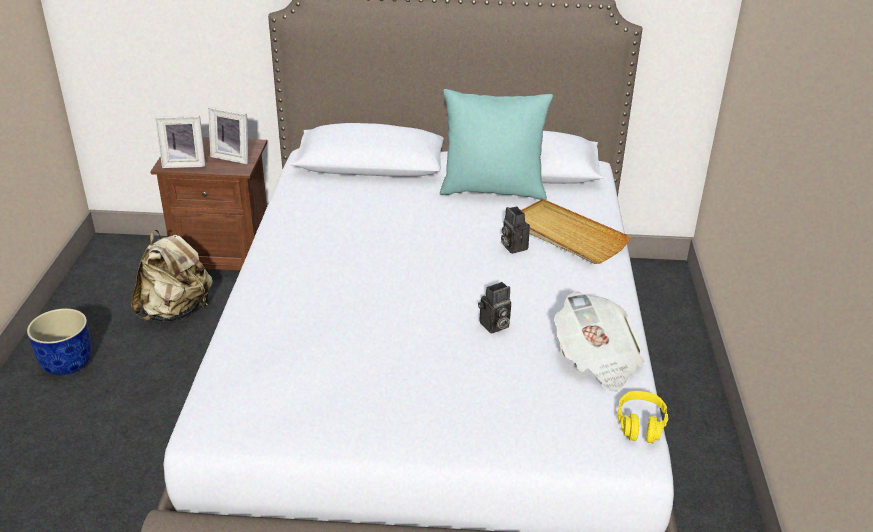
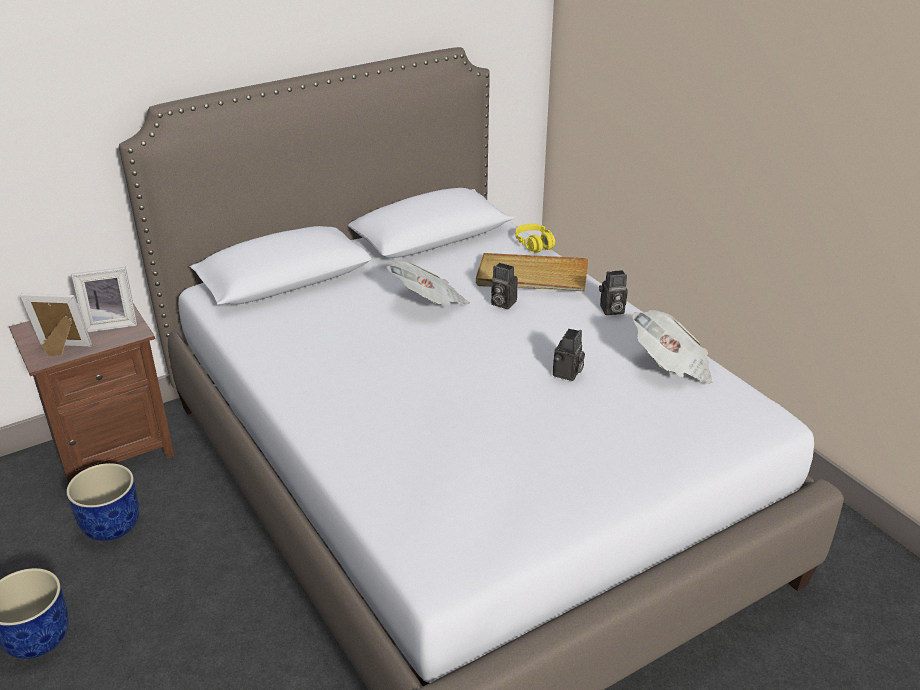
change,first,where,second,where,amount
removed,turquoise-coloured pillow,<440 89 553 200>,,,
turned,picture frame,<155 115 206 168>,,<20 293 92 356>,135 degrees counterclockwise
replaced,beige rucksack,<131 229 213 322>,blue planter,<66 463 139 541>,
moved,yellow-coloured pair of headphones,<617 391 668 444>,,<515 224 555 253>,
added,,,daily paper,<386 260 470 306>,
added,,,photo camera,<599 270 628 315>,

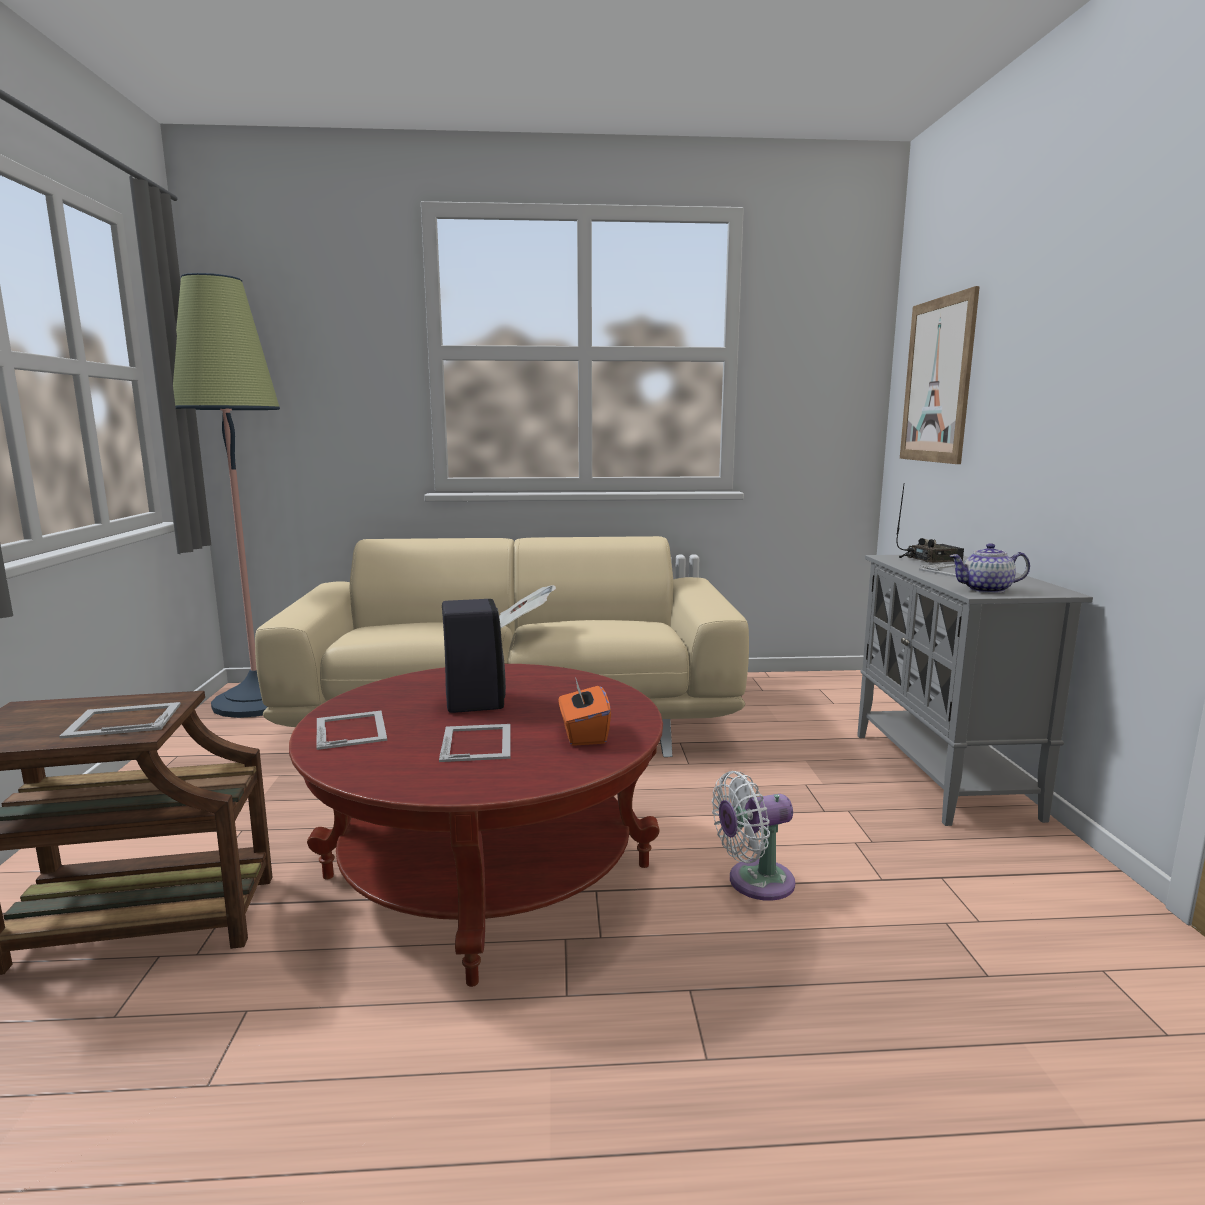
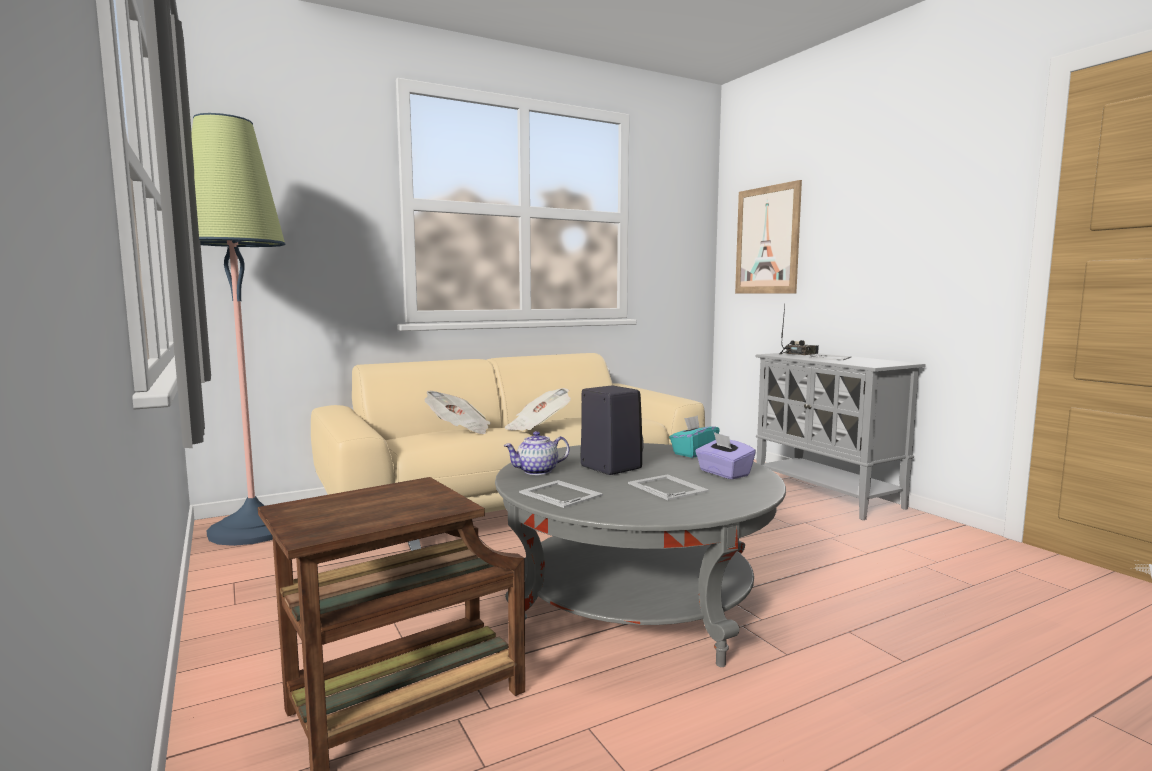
change,first,where,second,where,amount
moved,pot for tea,<950 543 1030 593>,,<504 431 569 475>,
recoloured,red low table,<289 664 663 987>,gray low table,<495 443 786 667>,
recoloured,orange-coloured tissue box,<559 677 611 746>,purplish tissue box,<695 432 756 479>,
removed,picture frame,<59 702 181 739>,,,
removed,white-coloured cooling fan,<712 771 795 901>,,,
added,,,daily paper,<424 391 491 434>,
added,,,turquoise-coloured tissue box,<669 415 720 458>,

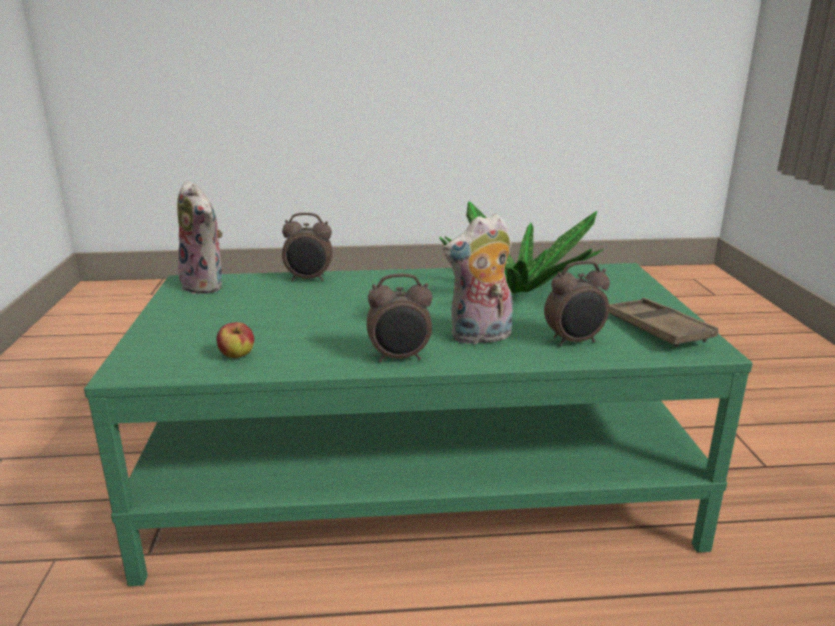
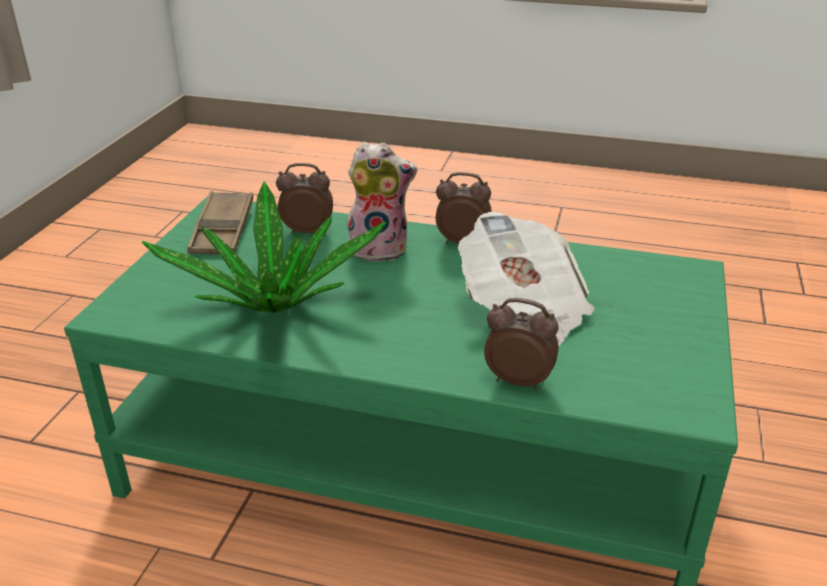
change,first,where,second,where,amount
removed,soft toy,<177 180 223 294>,,,
removed,whole apple,<217 322 254 358>,,,
added,,,daily paper,<458 211 595 346>,

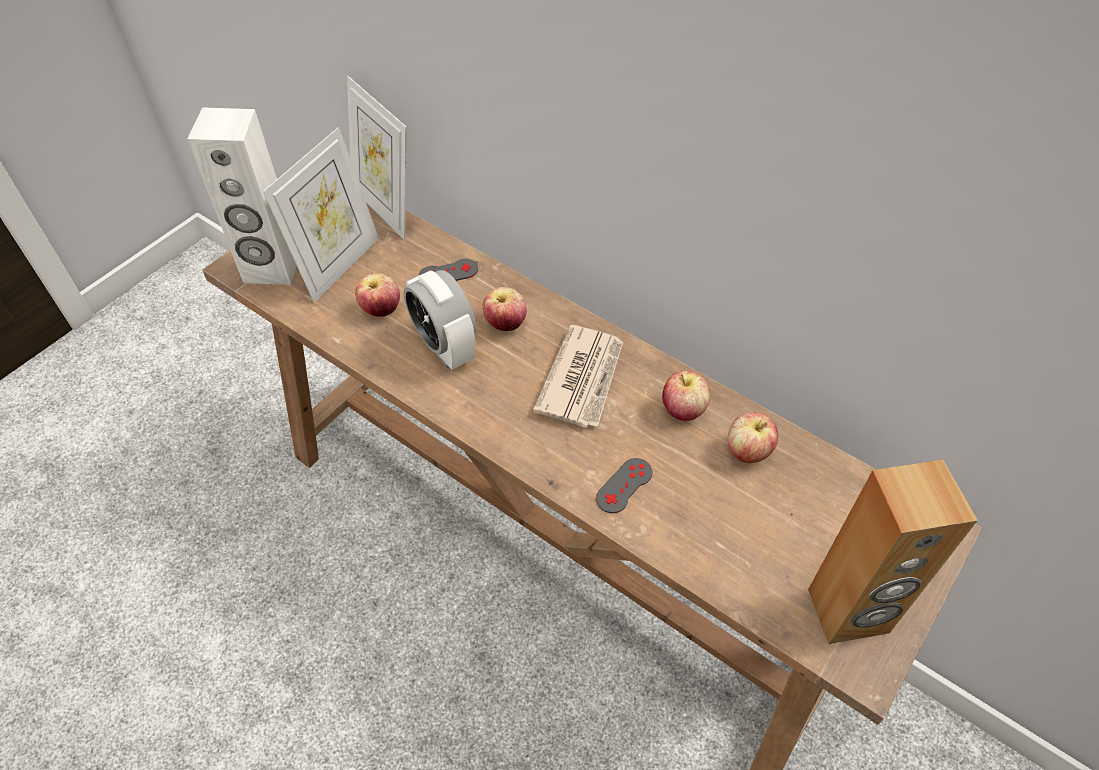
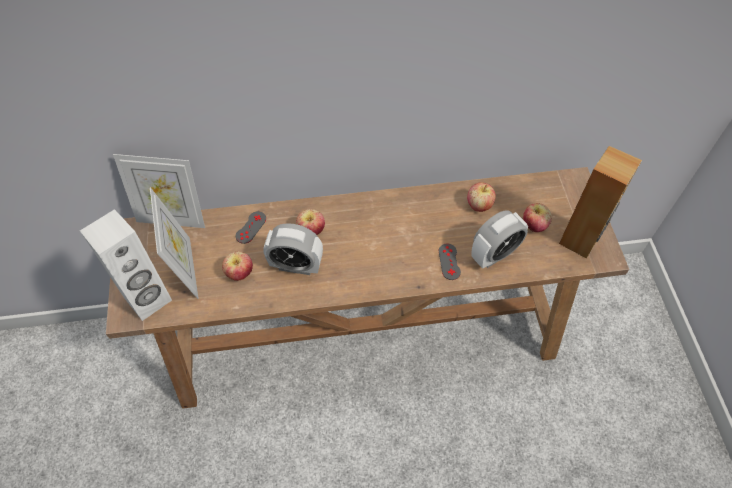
change,first,where,second,where,amount
removed,daily paper,<533 325 623 427>,,,
moved,whole apple,<662 371 710 421>,,<523 203 552 232>,
added,,,alarm clock,<471 210 528 269>,

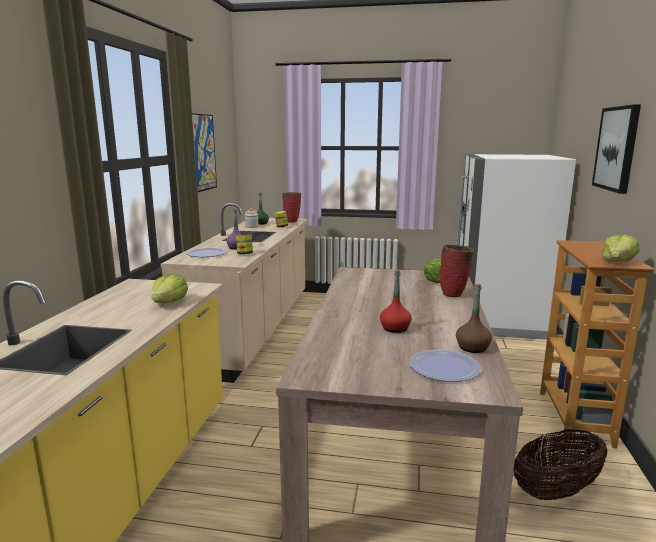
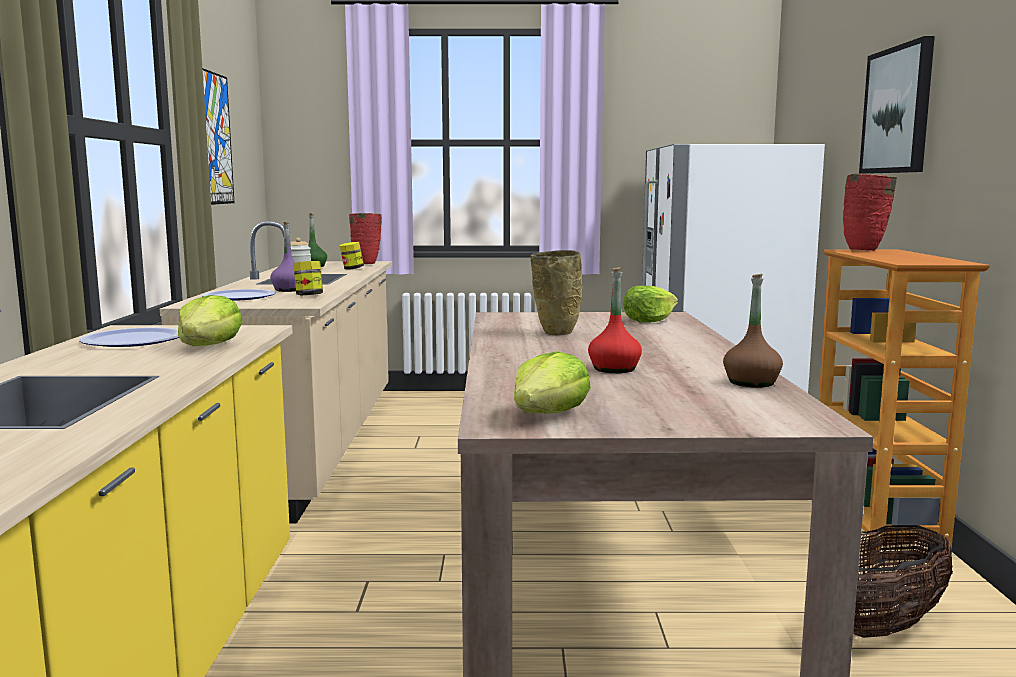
change,first,where,second,where,amount
moved,head of lettuce,<601 234 640 262>,,<514 351 591 413>,
moved,red vase,<440 245 474 297>,,<843 173 897 251>,
moved,plate,<409 350 482 382>,,<79 327 179 347>,
added,,,beige vase,<530 250 582 335>,

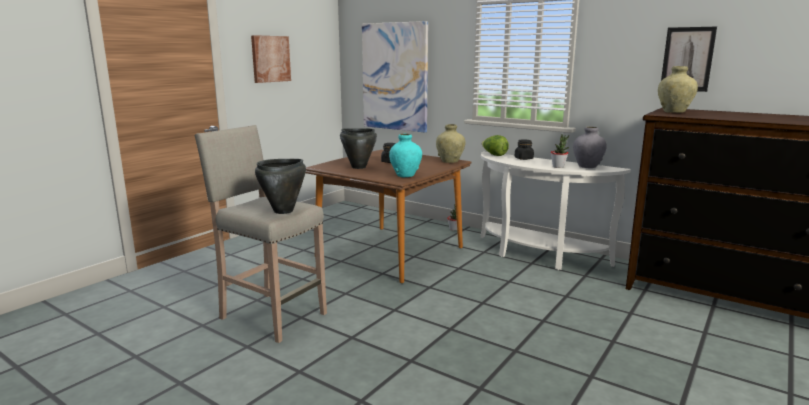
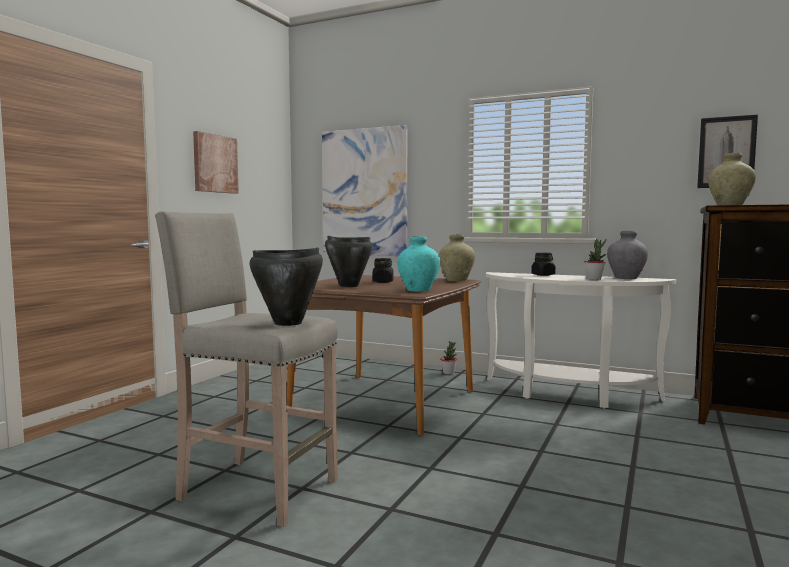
change,first,where,second,where,amount
removed,head of lettuce,<481 135 509 156>,,,

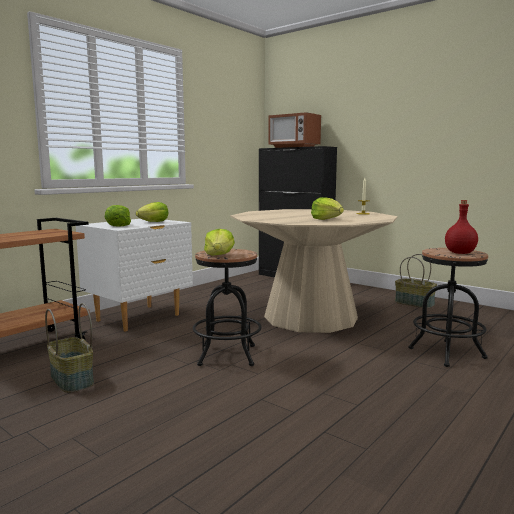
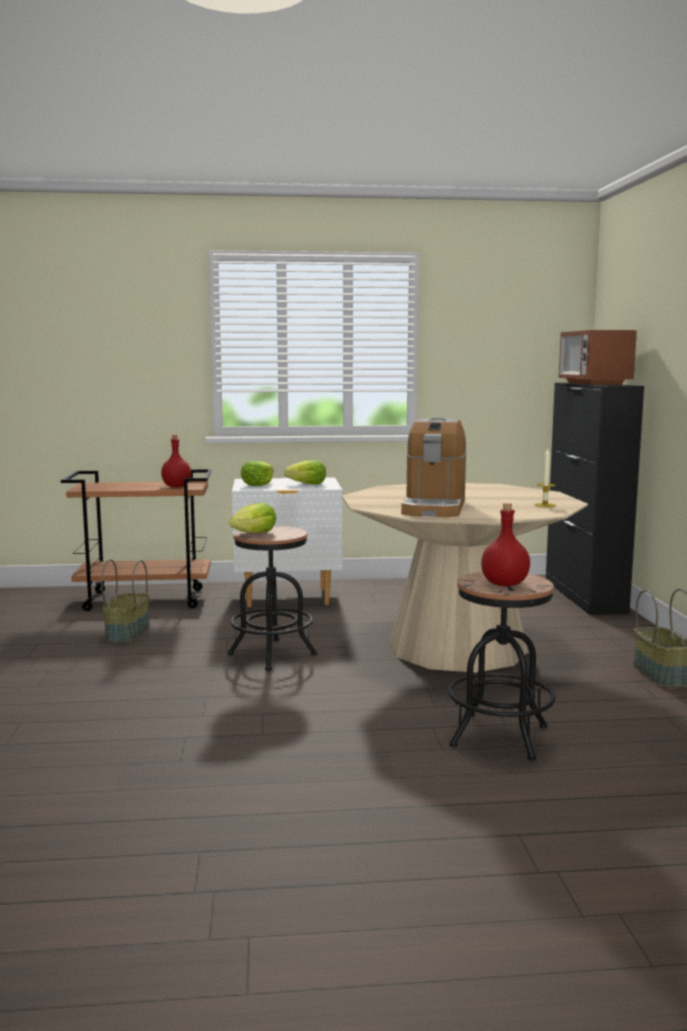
change,first,where,second,where,amount
replaced,head of lettuce,<311 197 344 220>,coffee brewer,<401 418 467 517>,
added,,,red beverage bottle,<161 435 191 487>,

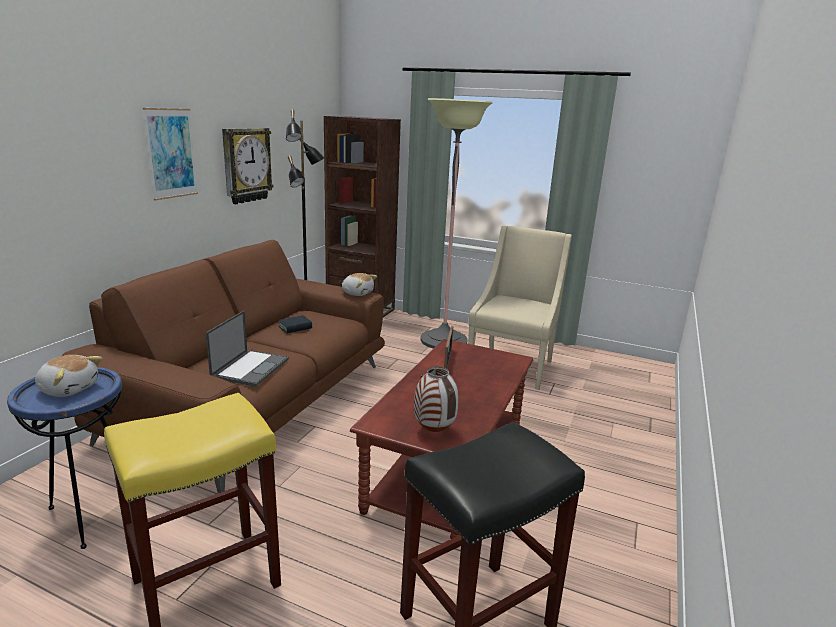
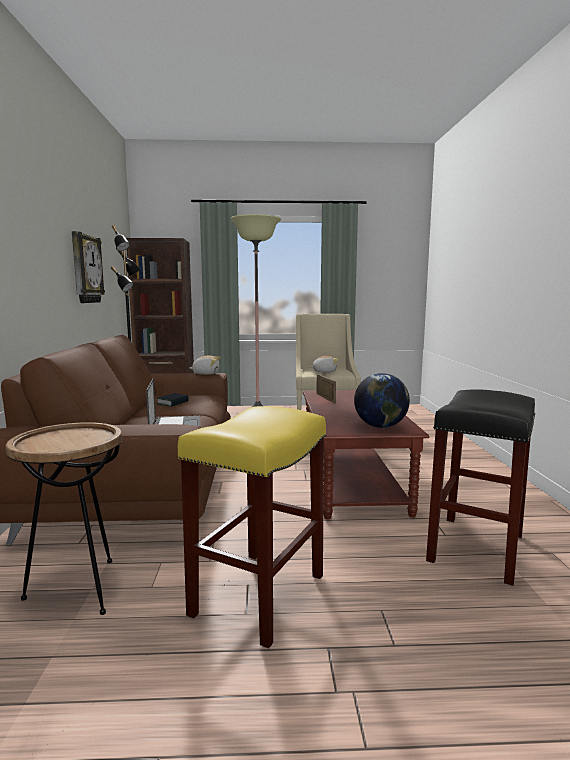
change,first,where,second,where,amount
removed,picture,<143 108 198 200>,,,
moved,soft toy,<35 355 102 397>,,<310 355 338 373>,
replaced,vase,<414 366 459 432>,desk globe,<354 373 410 428>,
recoloured,blue side table,<7 367 122 549>,brown side table,<5 422 122 615>,

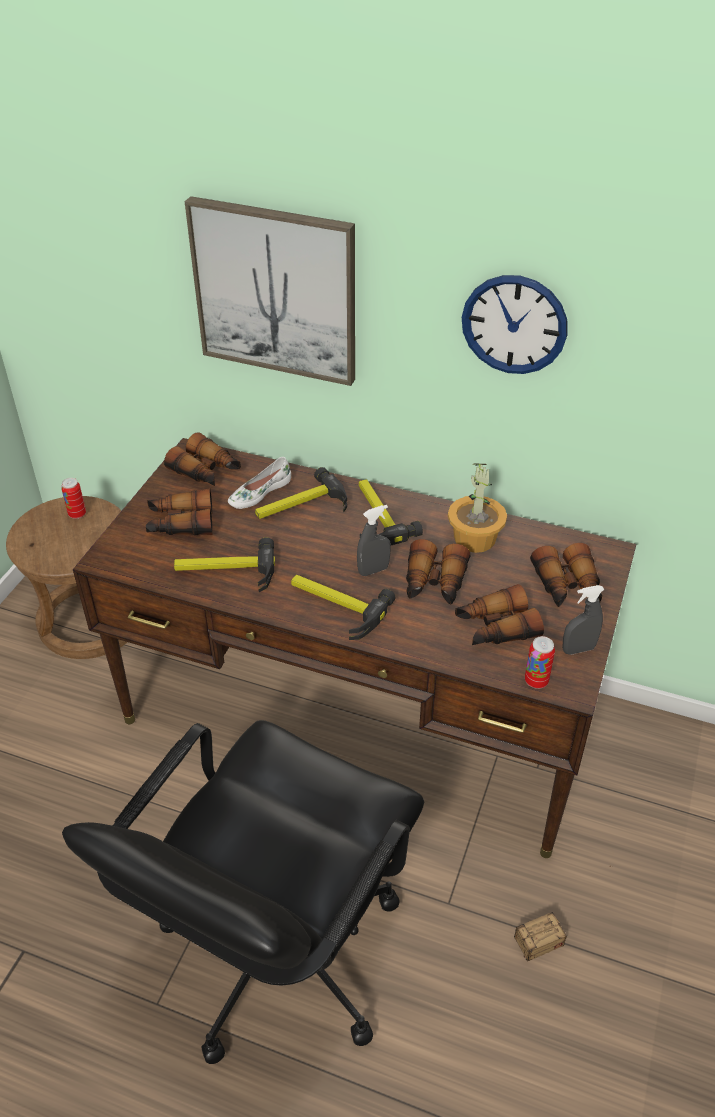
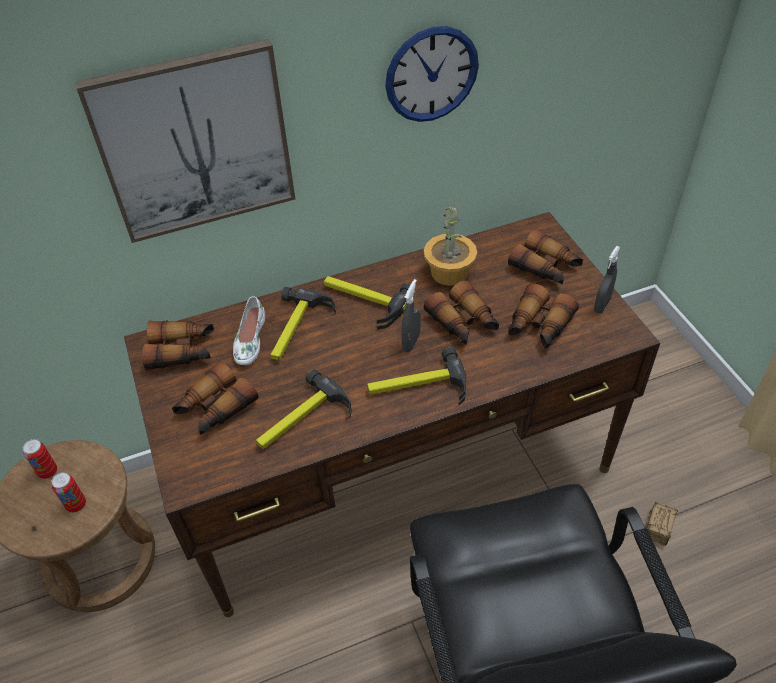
change,first,where,second,where,amount
moved,can,<525 636 555 689>,,<51 472 86 513>,

